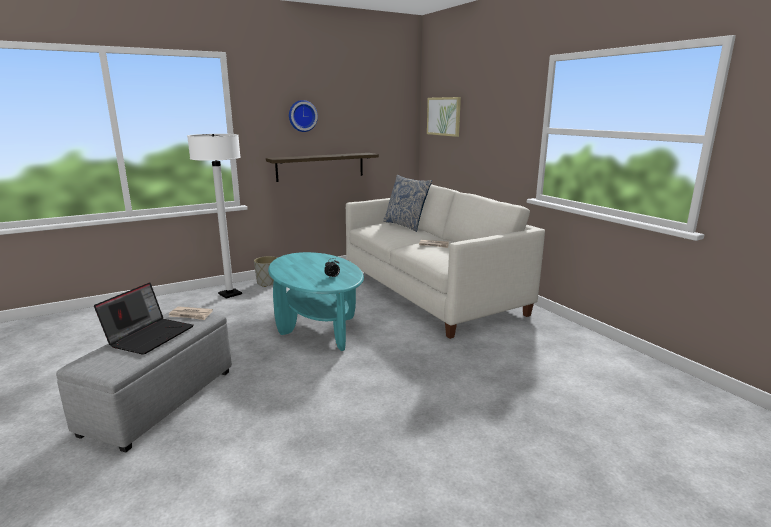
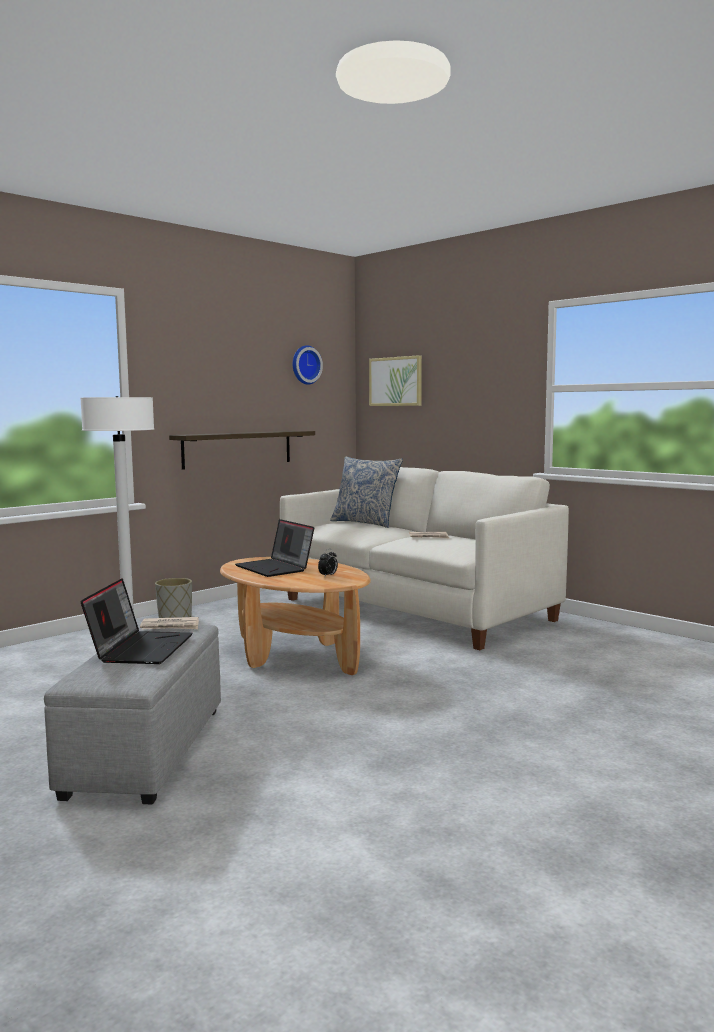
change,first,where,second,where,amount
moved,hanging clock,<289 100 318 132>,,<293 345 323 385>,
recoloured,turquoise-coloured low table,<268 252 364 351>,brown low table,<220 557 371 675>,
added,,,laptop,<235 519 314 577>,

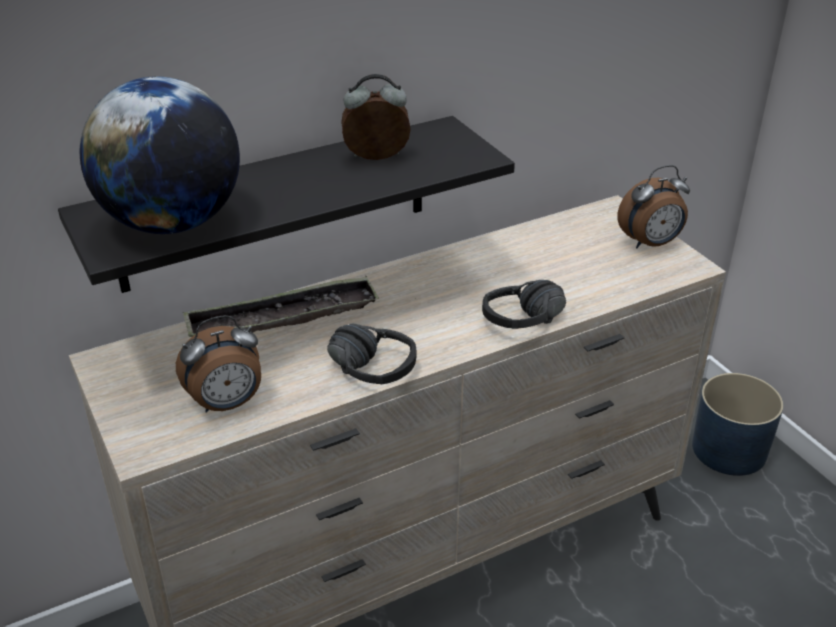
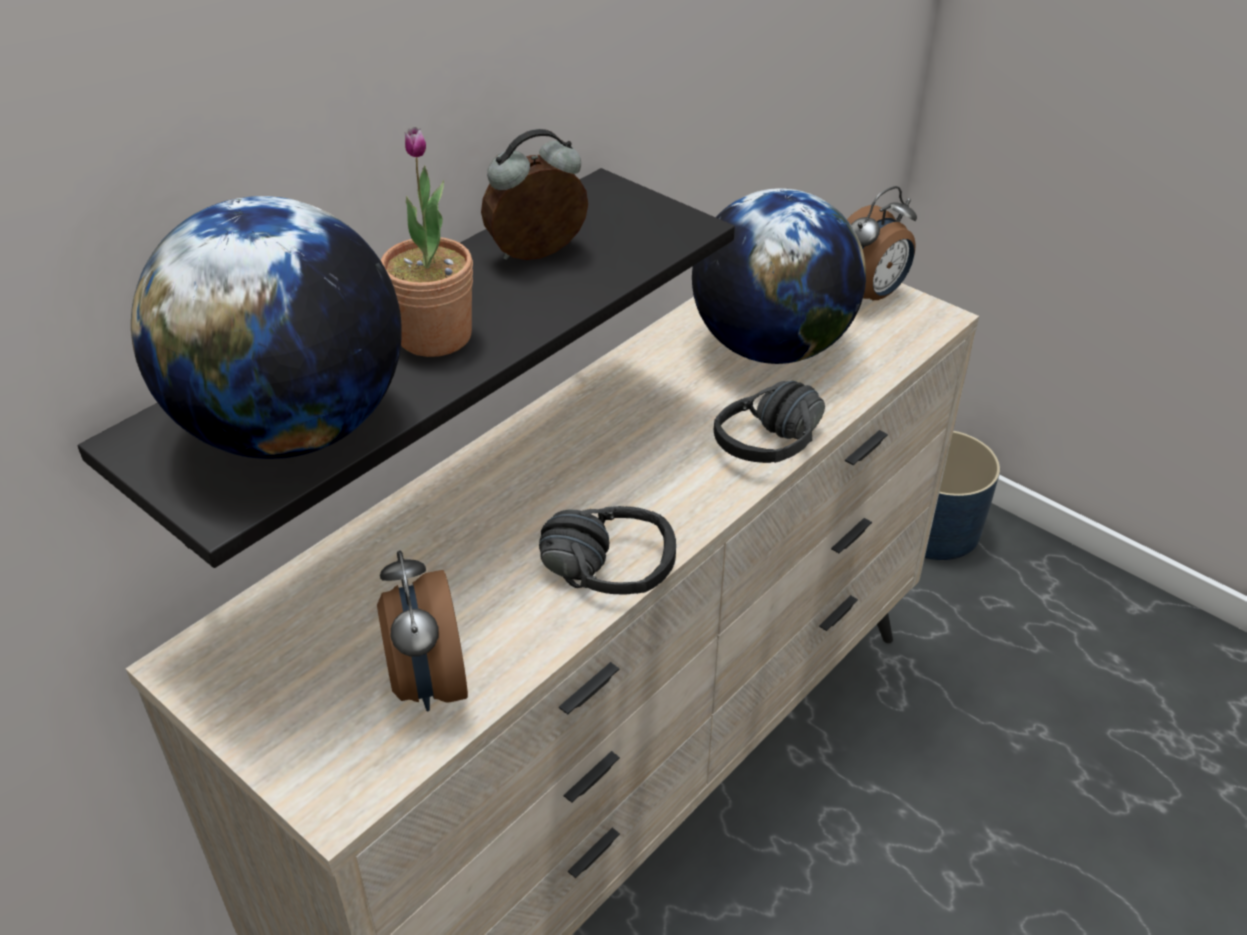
change,first,where,second,where,amount
removed,tray,<183 276 379 337>,,,
turned,alarm clock,<176 315 261 413>,,<377 550 468 712>,120 degrees clockwise
added,,,houseplant,<381 127 473 357>,
added,,,desk globe,<692 188 866 364>,

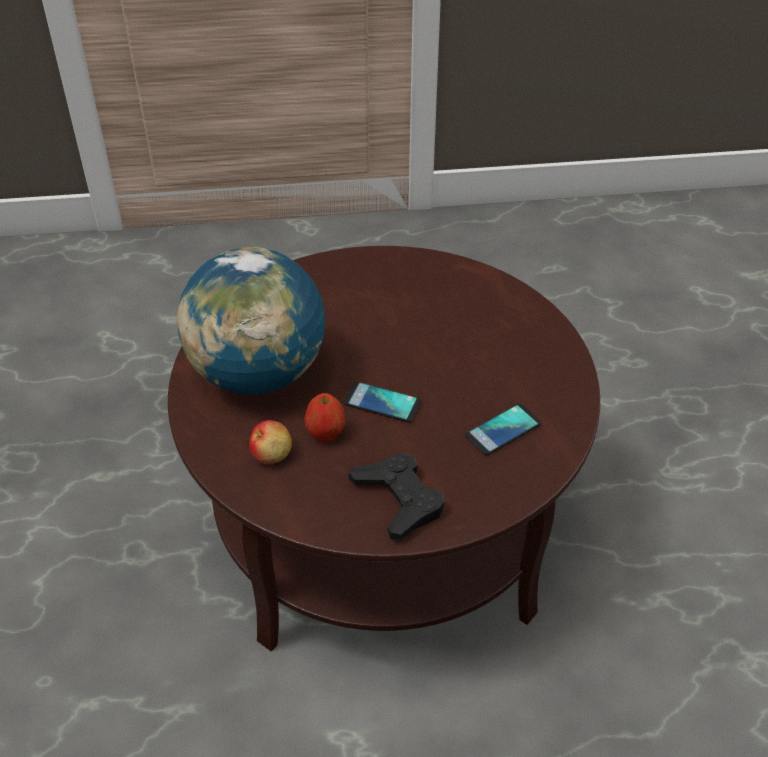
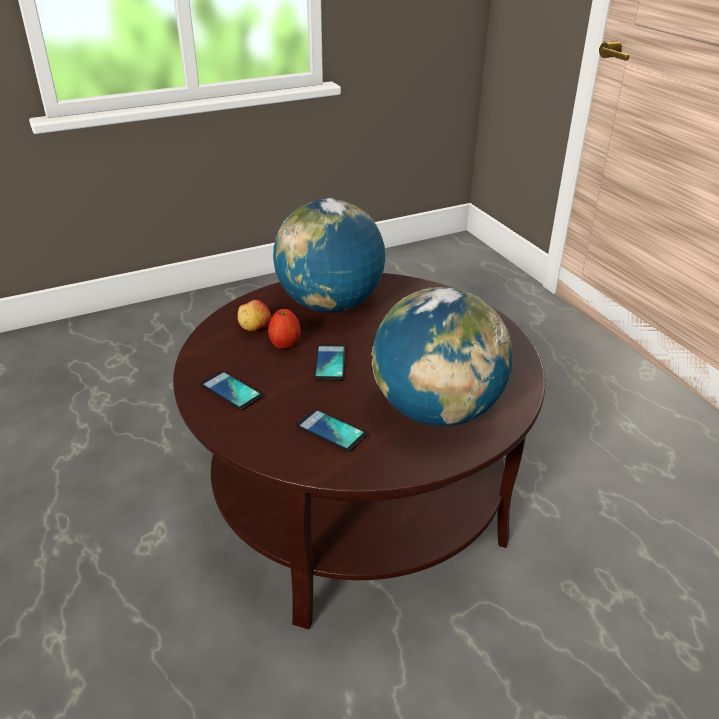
change,first,where,second,where,amount
replaced,blackish joypad,<349 452 444 539>,telephone,<200 371 263 410>,
added,,,desk globe,<371 287 512 426>,

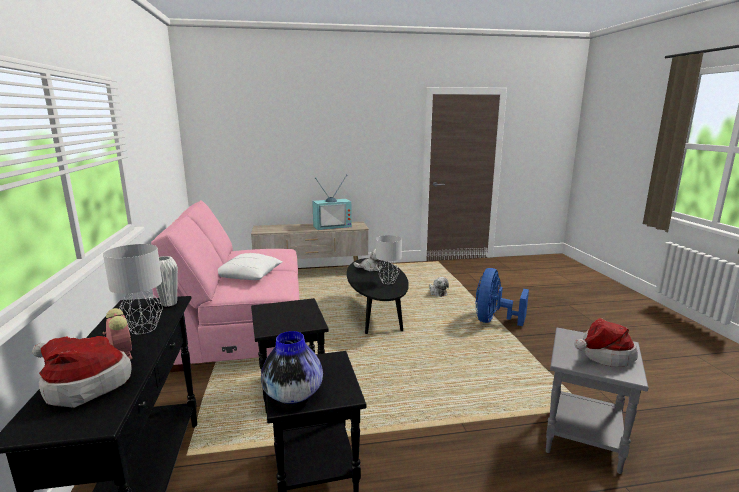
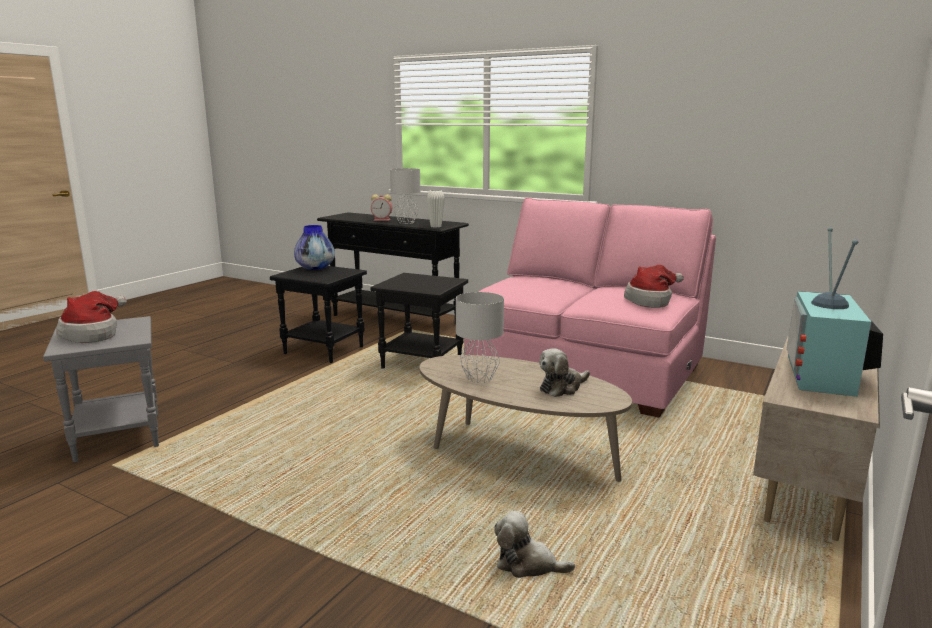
change,first,where,second,where,amount
removed,white-coloured pillow,<218 253 283 280>,,,
recoloured,blackish low table,<347 258 409 334>,beige low table,<419 355 632 482>,
removed,blue cooling fan,<476 268 529 326>,,,
moved,hat,<32 336 131 408>,,<624 265 684 308>,

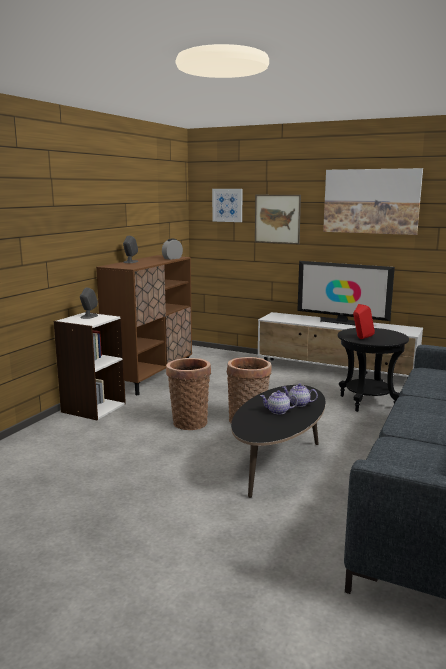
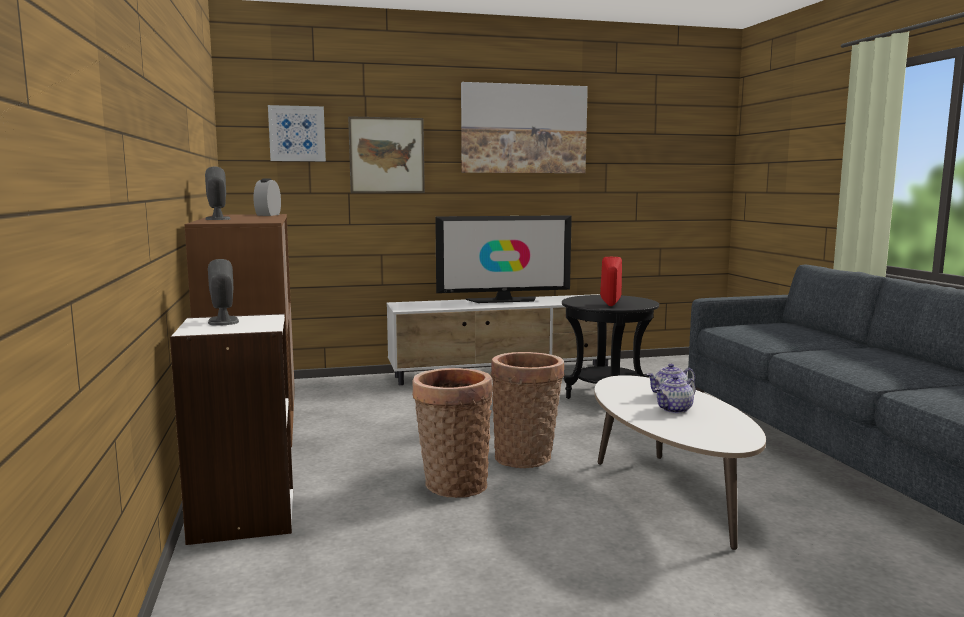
change,first,where,second,where,amount
recoloured,blackish low table,<231 385 326 498>,white-coloured low table,<594 375 766 550>,

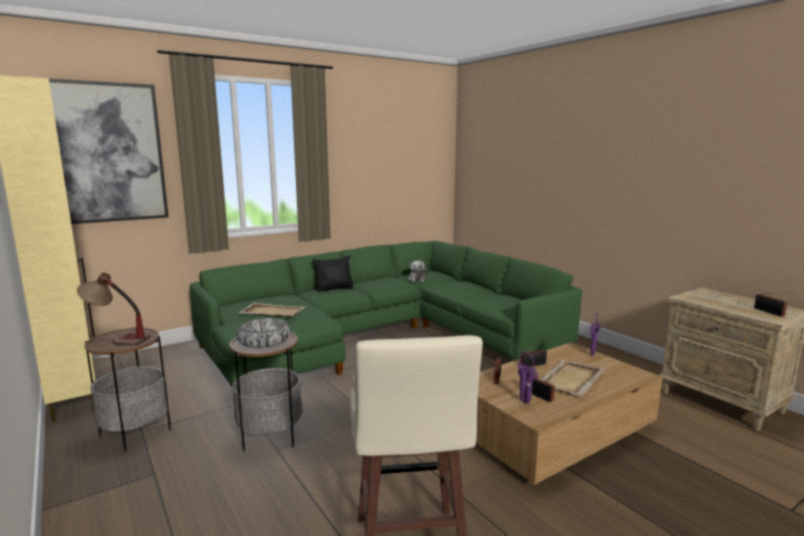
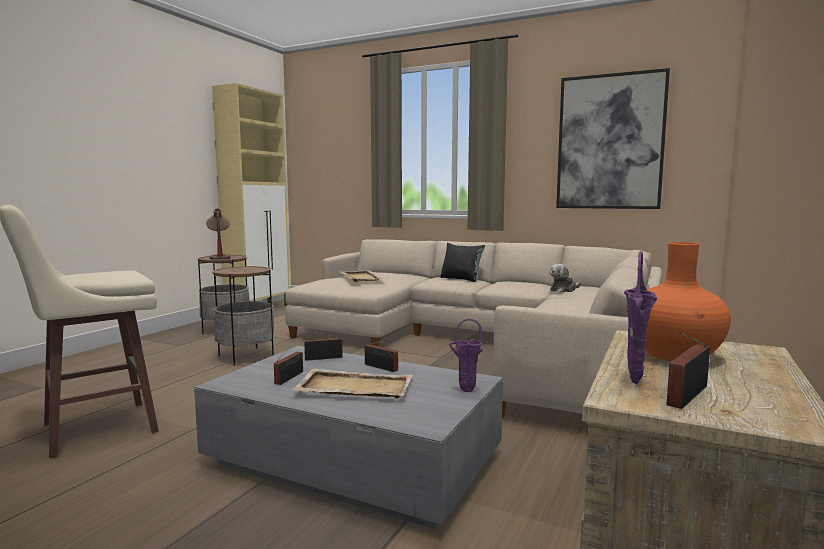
change,first,where,second,where,amount
moved,picture,<49 78 168 224>,,<556 68 670 209>,
recoloured,green sofa,<190 241 582 386>,beige sofa,<285 239 662 418>,
removed,serving bowl,<237 318 290 348>,,,
recoloured,brown low table,<476 342 662 485>,gray low table,<194 346 503 529>,
moved,purplish vase,<517 351 538 404>,,<624 251 657 384>,
added,,,orange-coloured vase,<645 242 731 361>,

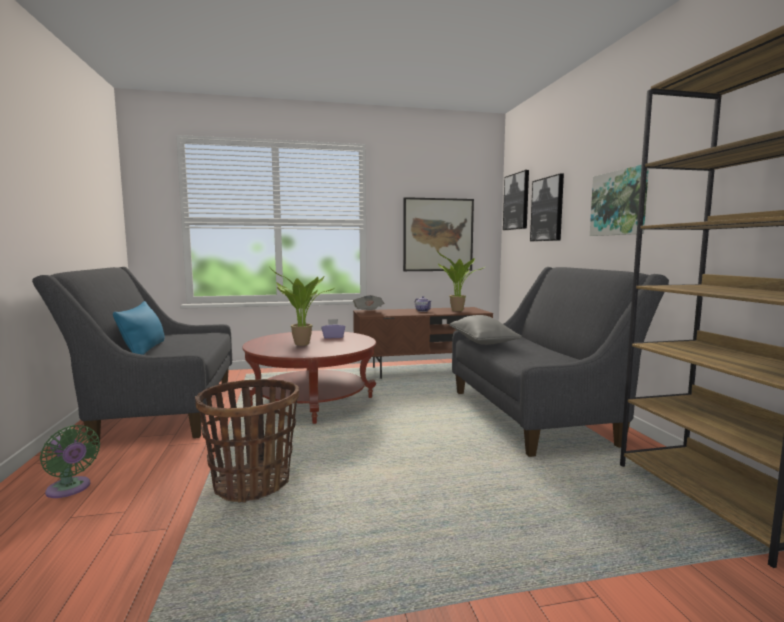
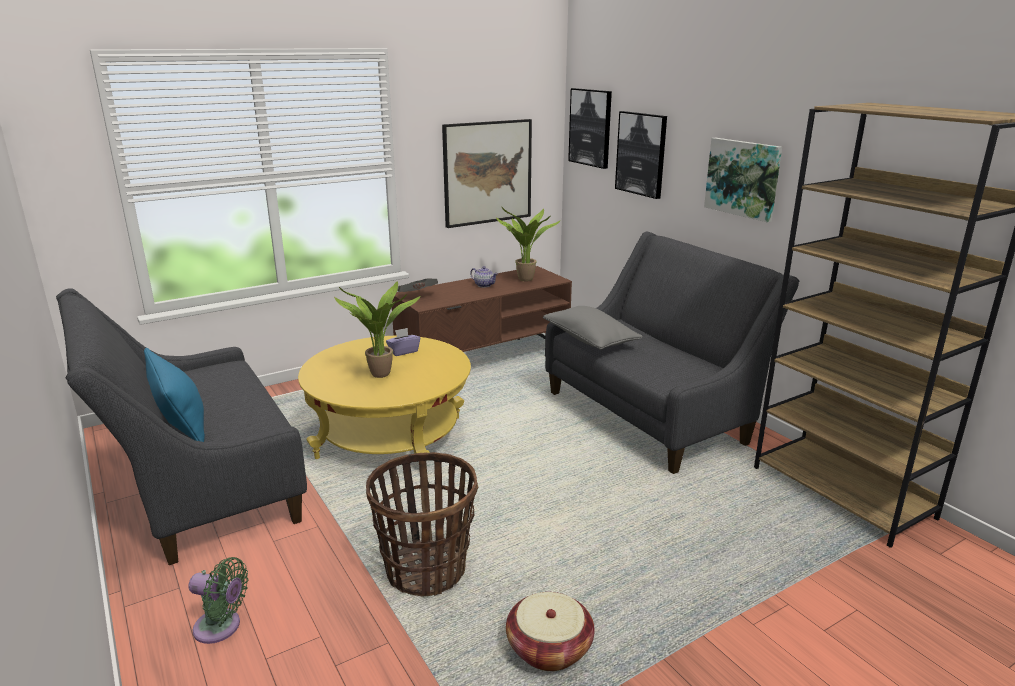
change,first,where,second,where,amount
recoloured,red low table,<242 331 376 424>,yellow-coloured low table,<298 336 471 464>,
added,,,basket,<506 592 595 671>,

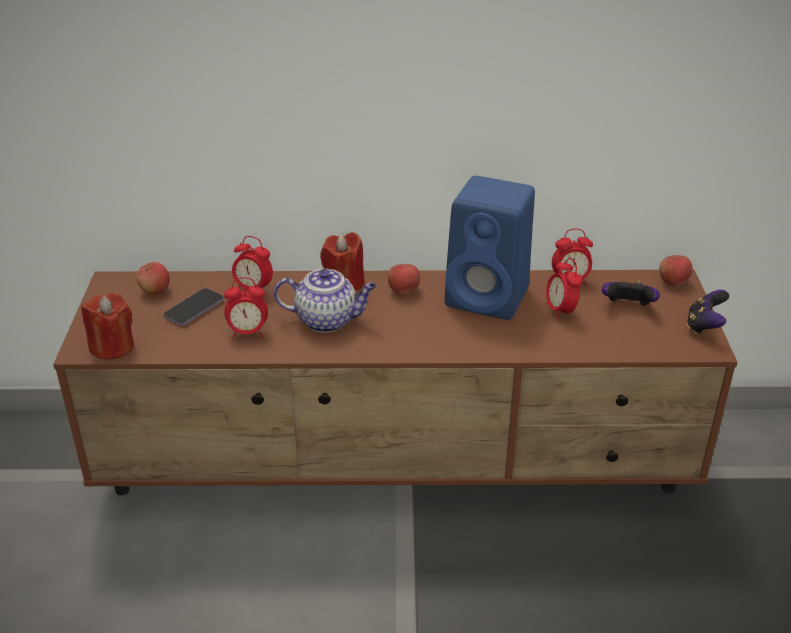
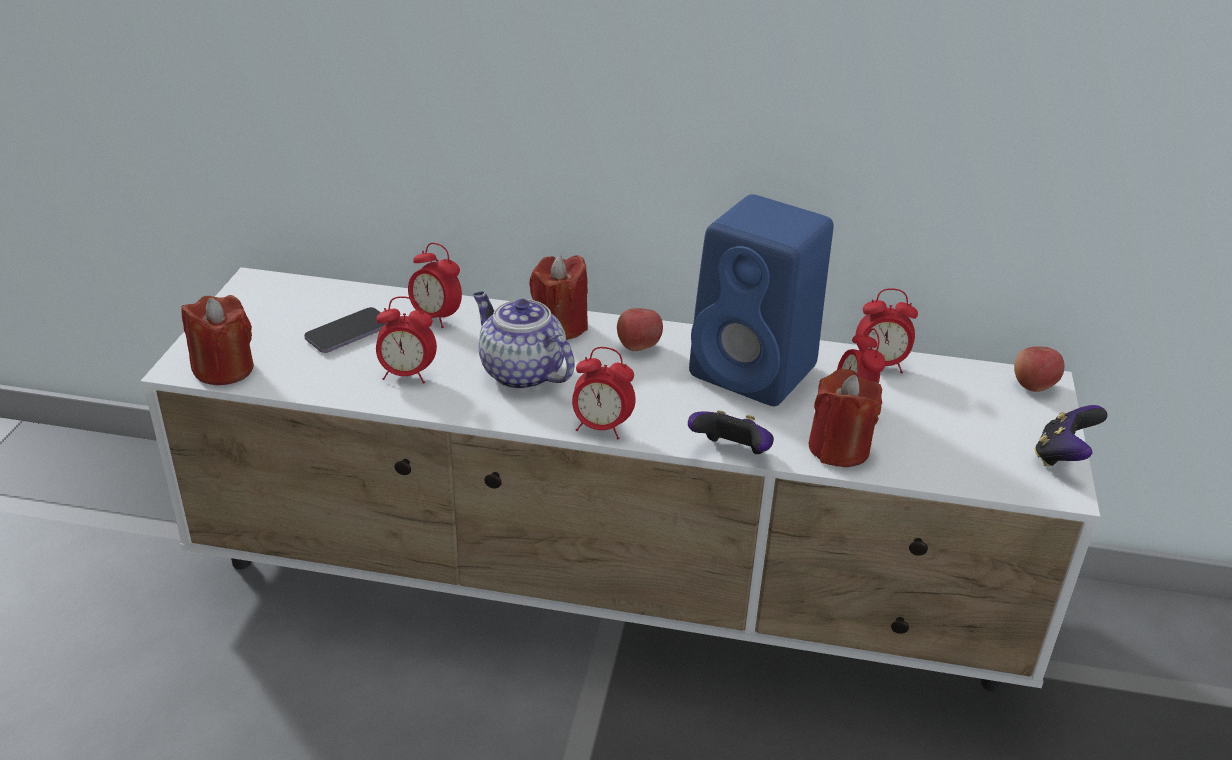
change,first,where,second,where,amount
removed,whole apple,<136 262 170 295>,,,
turned,pot for tea,<274 269 377 333>,,<473 292 575 390>,150 degrees counterclockwise
recoloured,brown media console,<53 270 738 495>,white-coloured media console,<141 267 1100 691>,
moved,joypad,<602 281 660 306>,,<688 410 774 454>,
added,,,alarm clock,<572 347 636 440>,
added,,,red wax light,<809 369 882 467>,

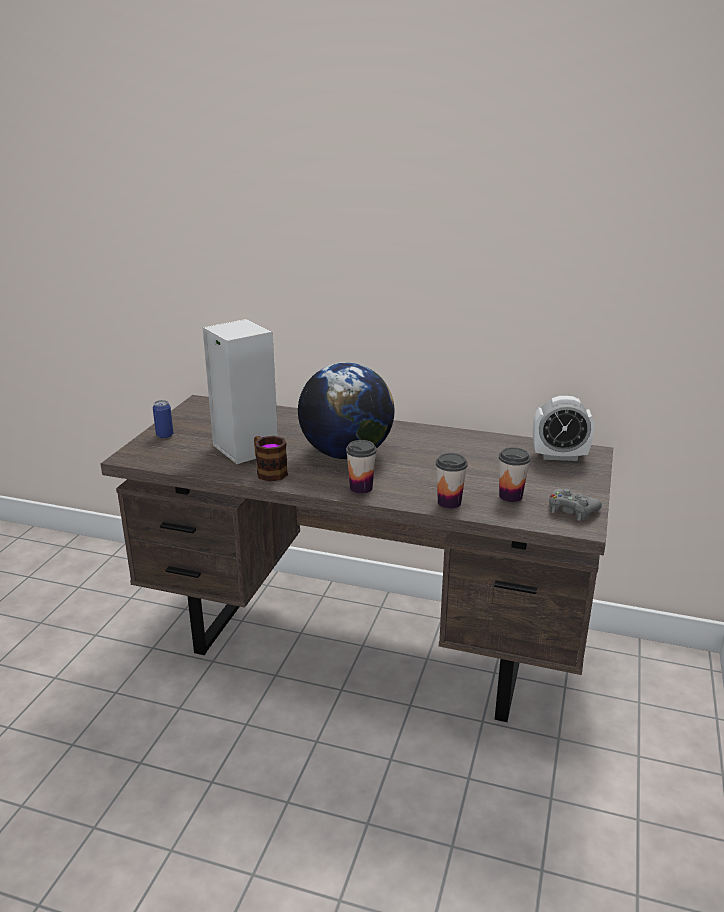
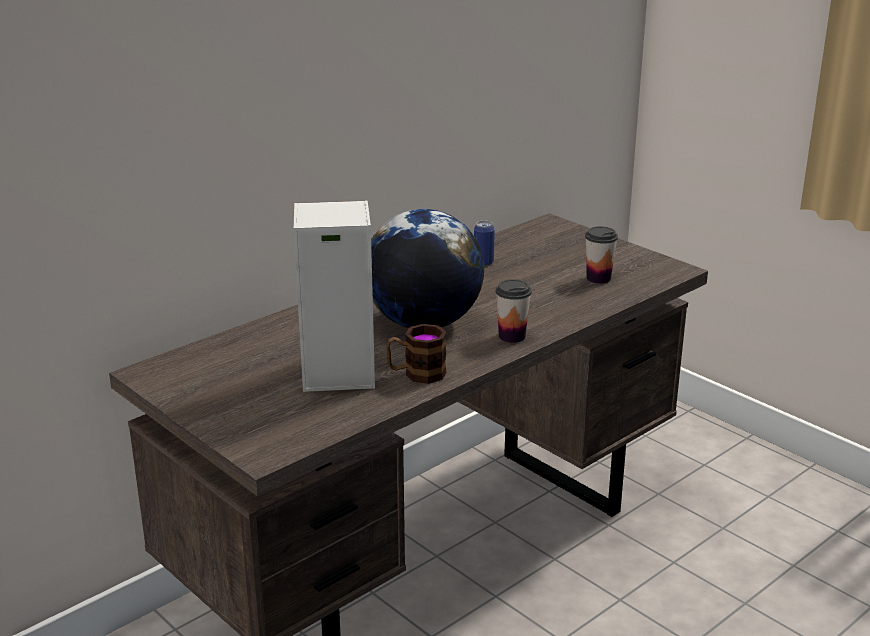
change,first,where,second,where,amount
removed,alarm clock,<533 396 594 461>,,,
moved,can,<153 400 173 439>,,<474 220 495 266>,
removed,cup,<436 453 468 509>,,,
removed,gray joypad,<549 488 602 521>,,,

